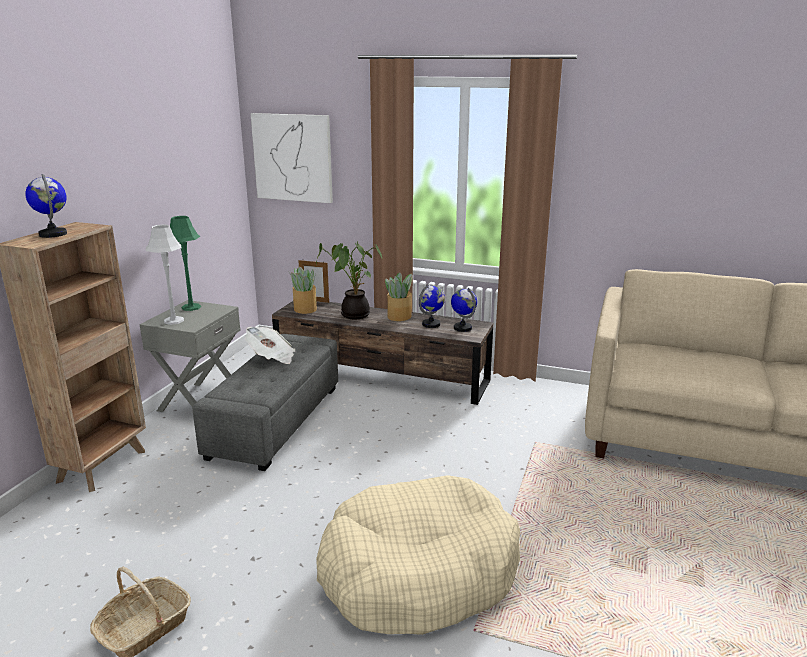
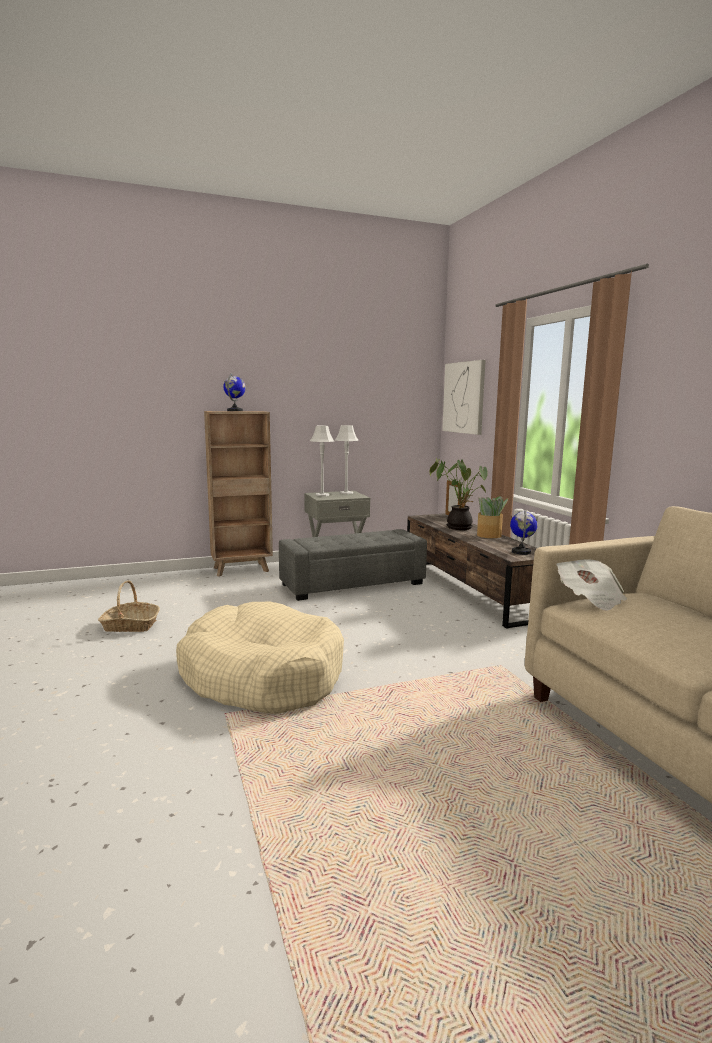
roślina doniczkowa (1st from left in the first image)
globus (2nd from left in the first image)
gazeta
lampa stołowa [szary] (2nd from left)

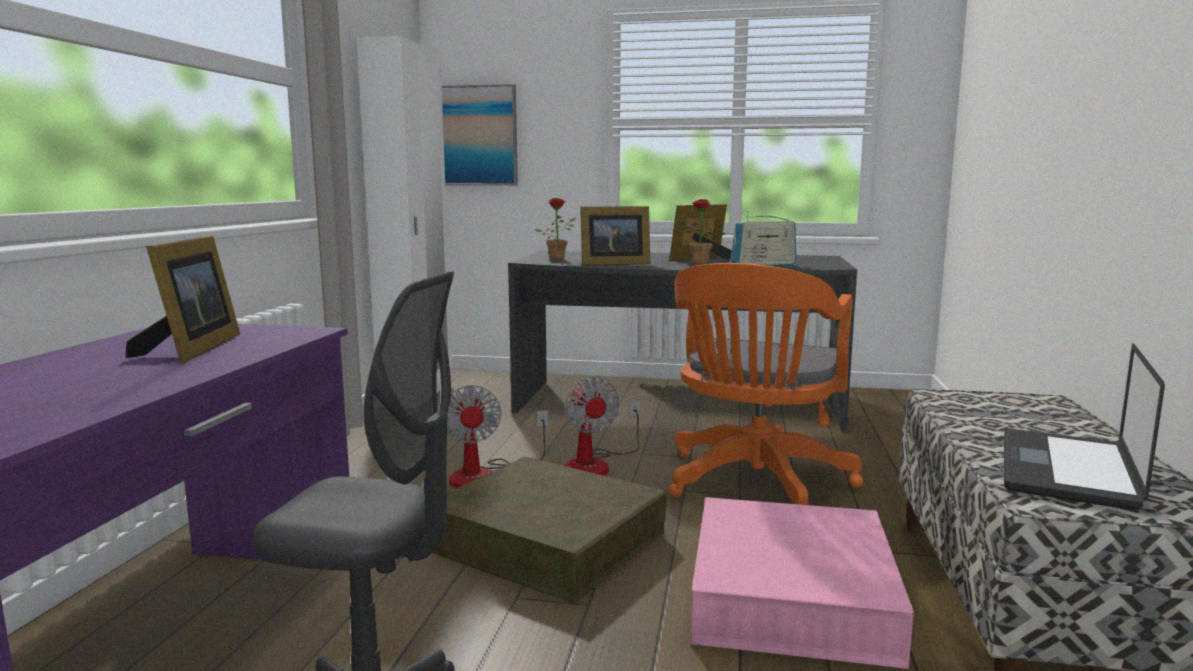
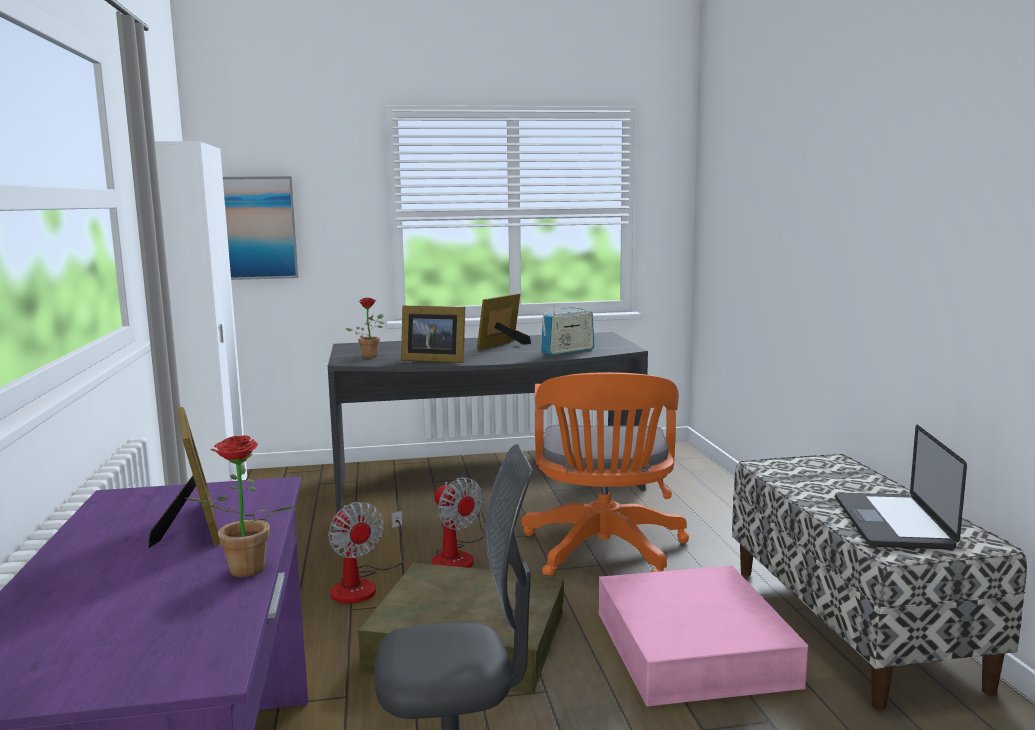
roślina doniczkowa (1st from left)
ramka na zdjęcie (2nd from left)

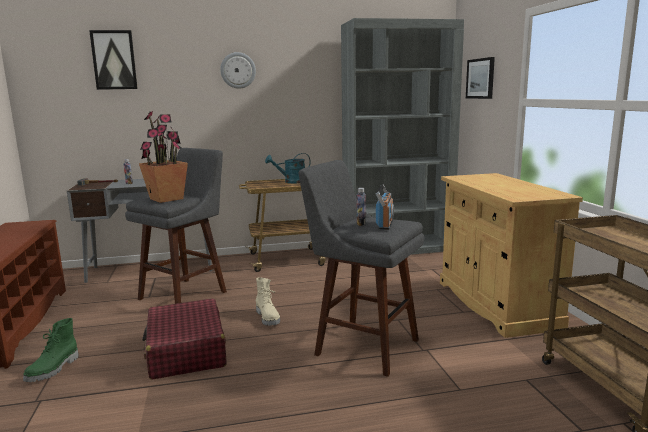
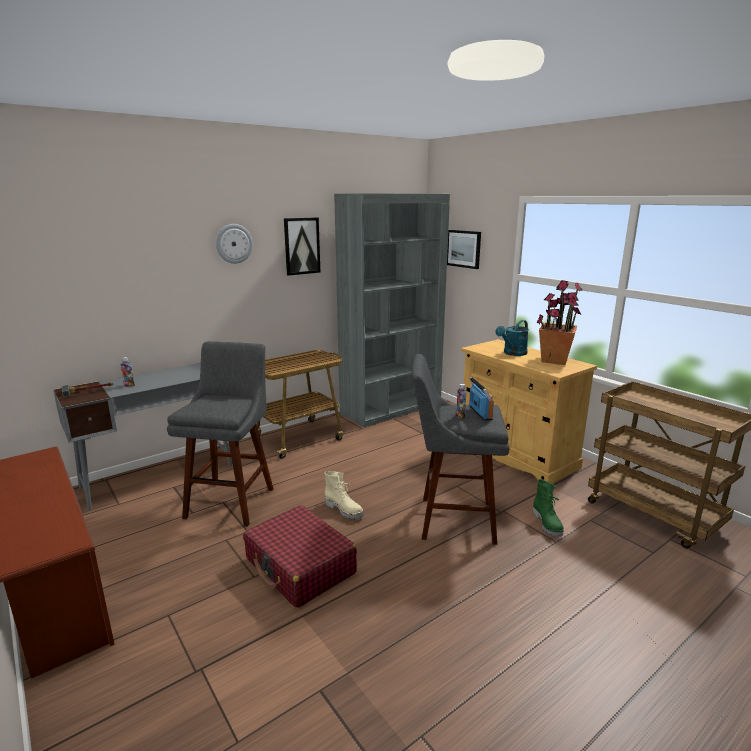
but z cholewką [zielony]
obraz (1st from left)
roślina doniczkowa
konewka [turkusowy]

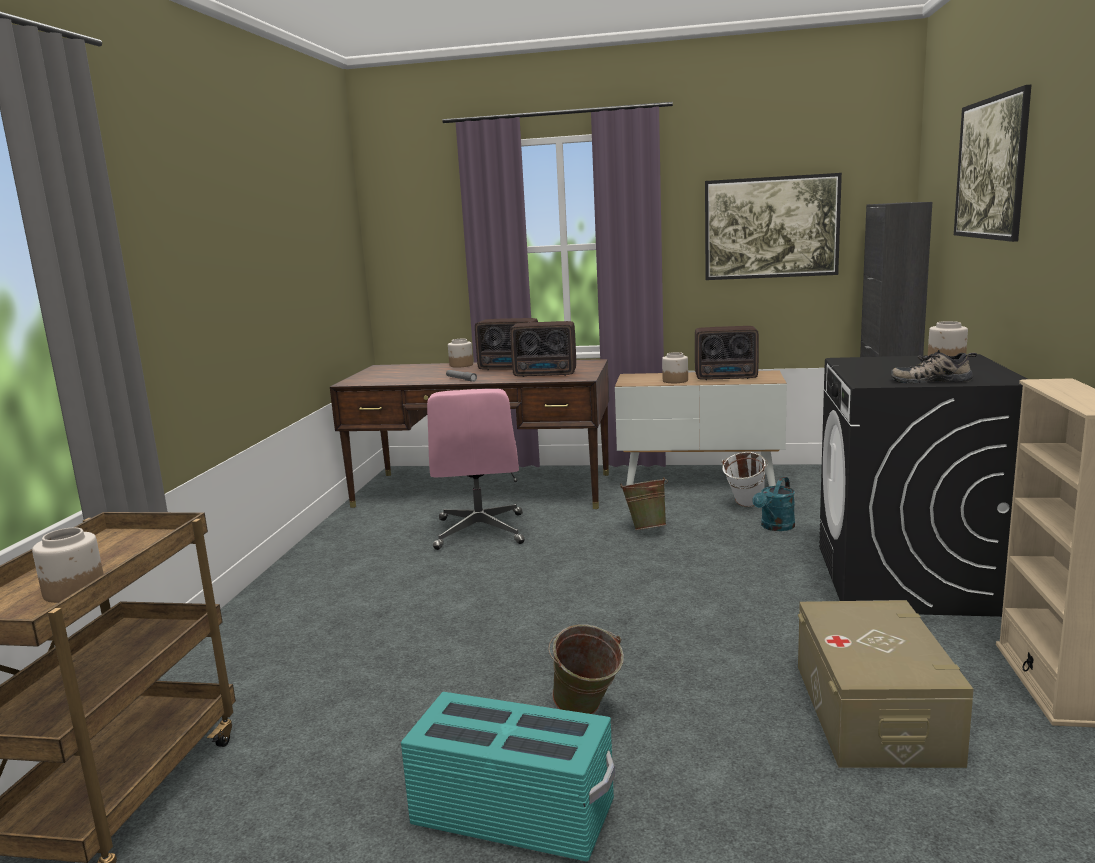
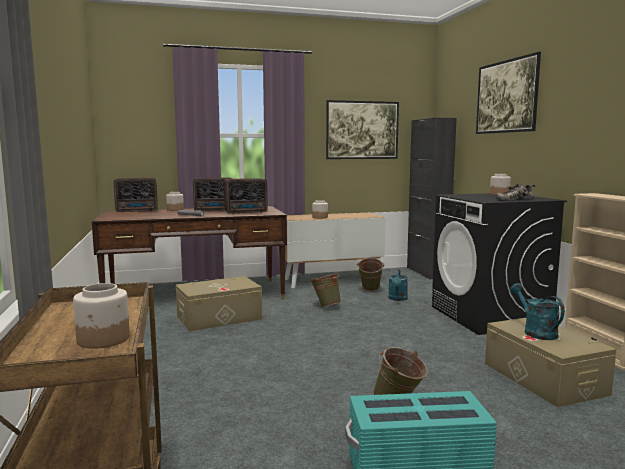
konewka [turkusowy] (2nd from left)
radio (1st from left)
pojemnik do przechowywania [beżowy] (1st from left)
wiadro [zielony] (2nd from left)

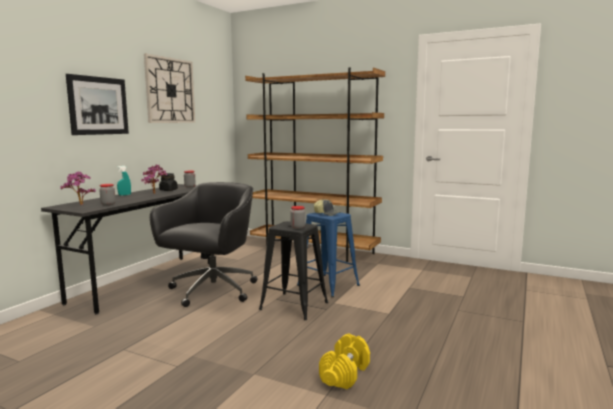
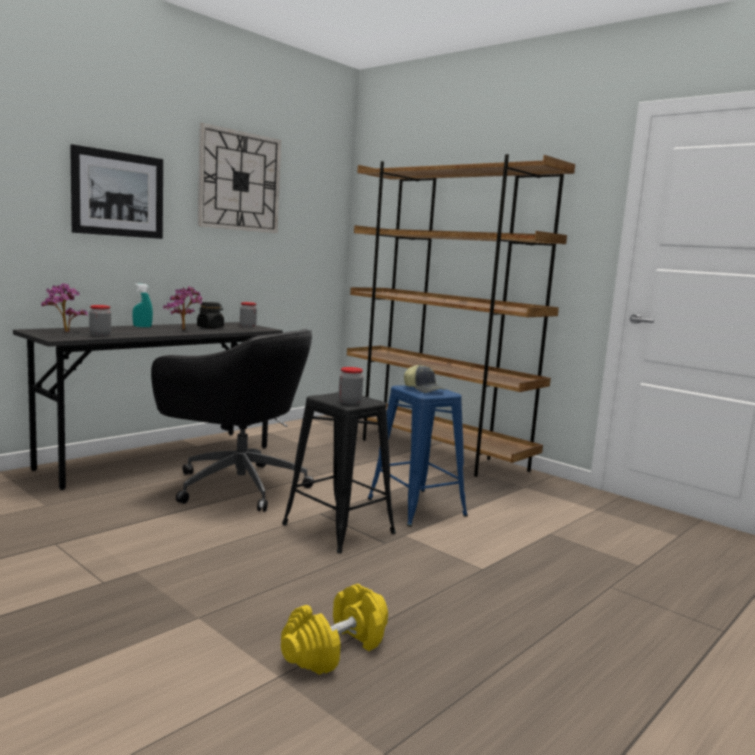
krzesło biurowe [czarny]

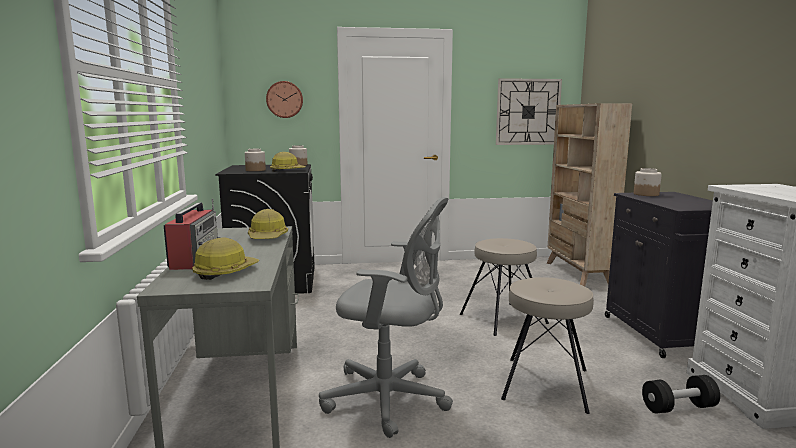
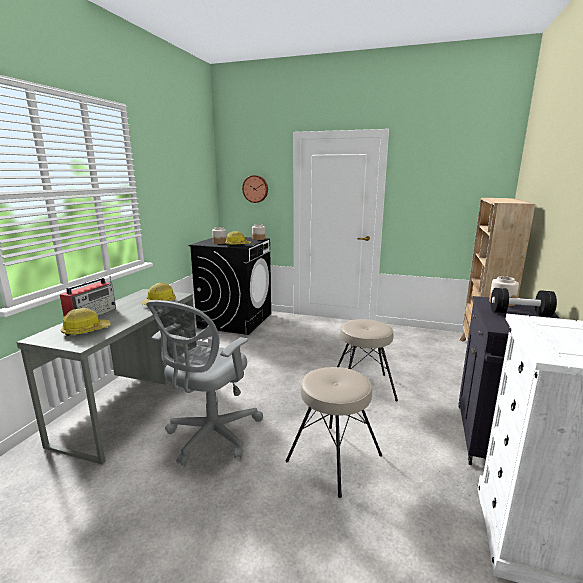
zegar ścienny (2nd from left in the first image)
hantel [czarny]
krzesło biurowe [szary]

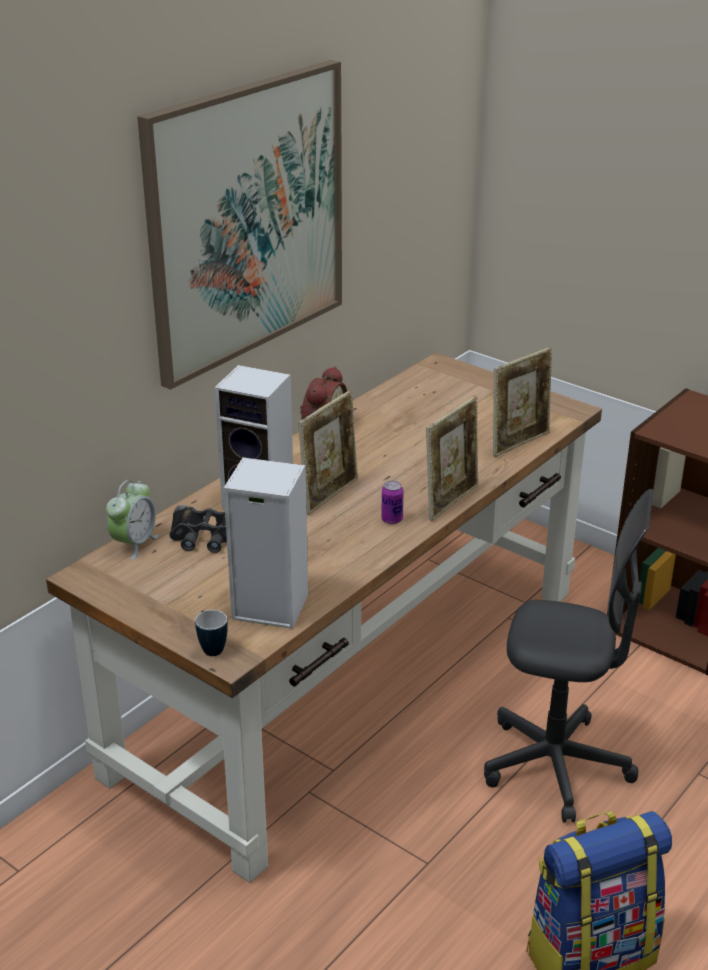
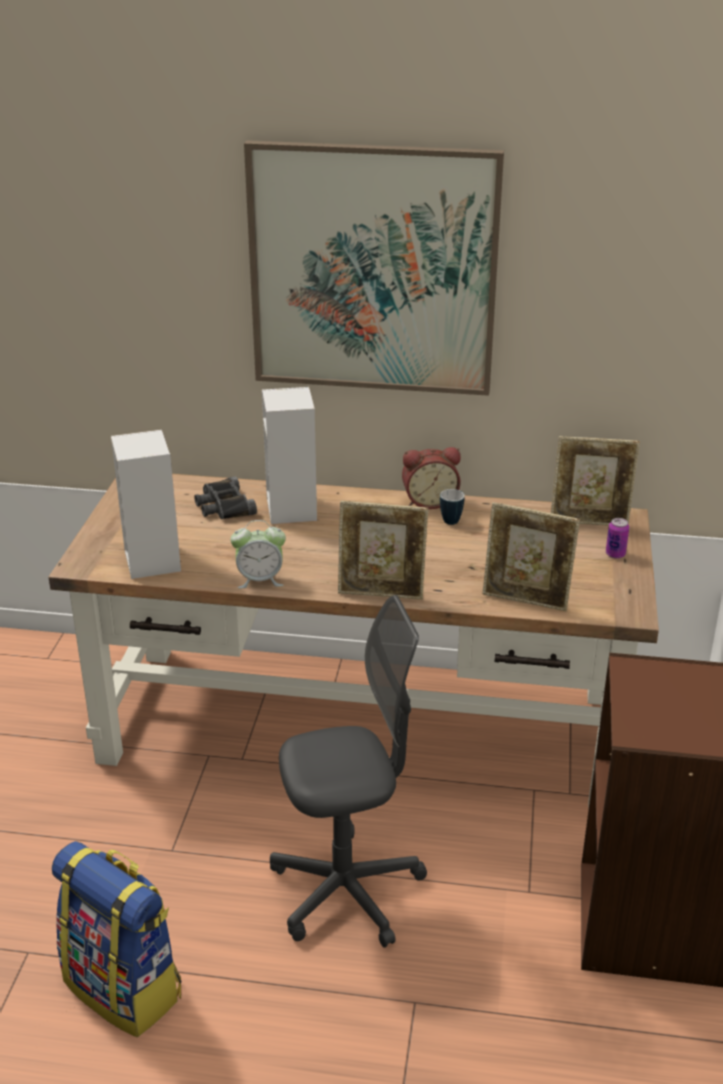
budzik (1st from left)
kubek
ramka na zdjęcie (3rd from left)
puszka
krzesło biurowe [szary]

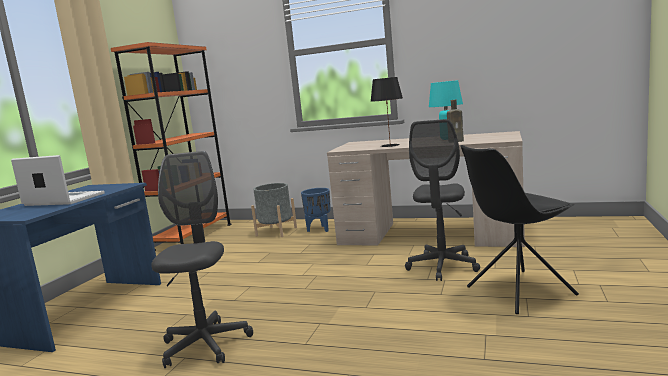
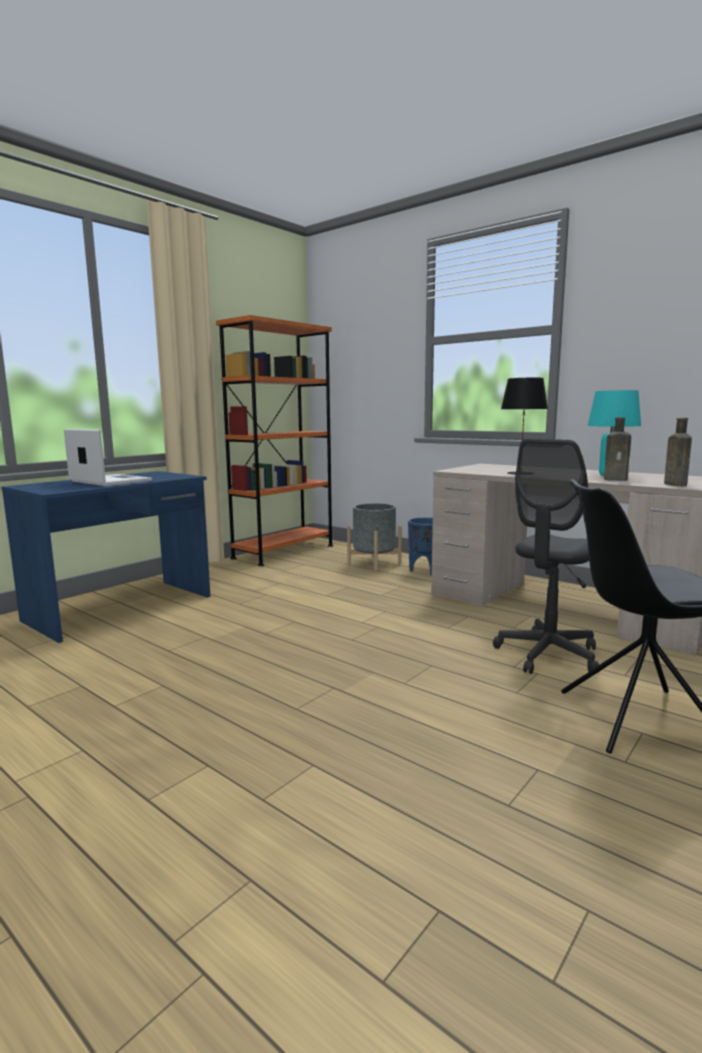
krzesło biurowe [szary] (1st from left in the first image)
butelka [brązowy] (2nd from left)

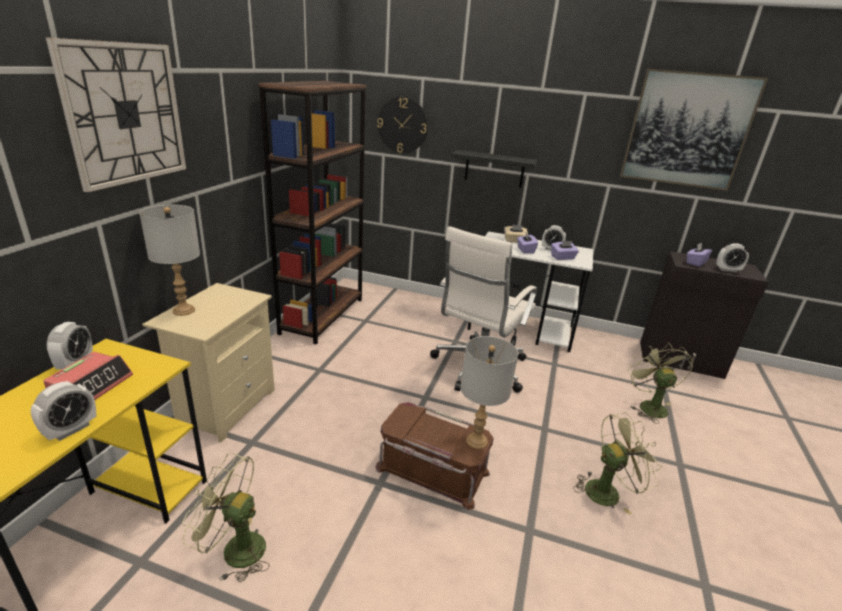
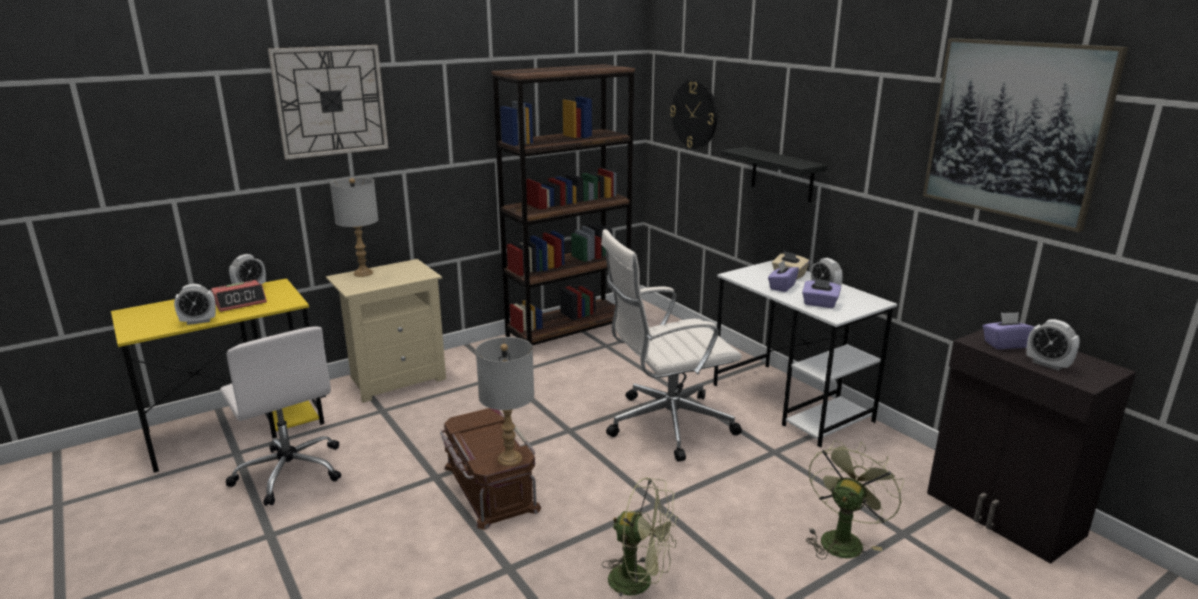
krzesło biurowe [biały] (1st from left)

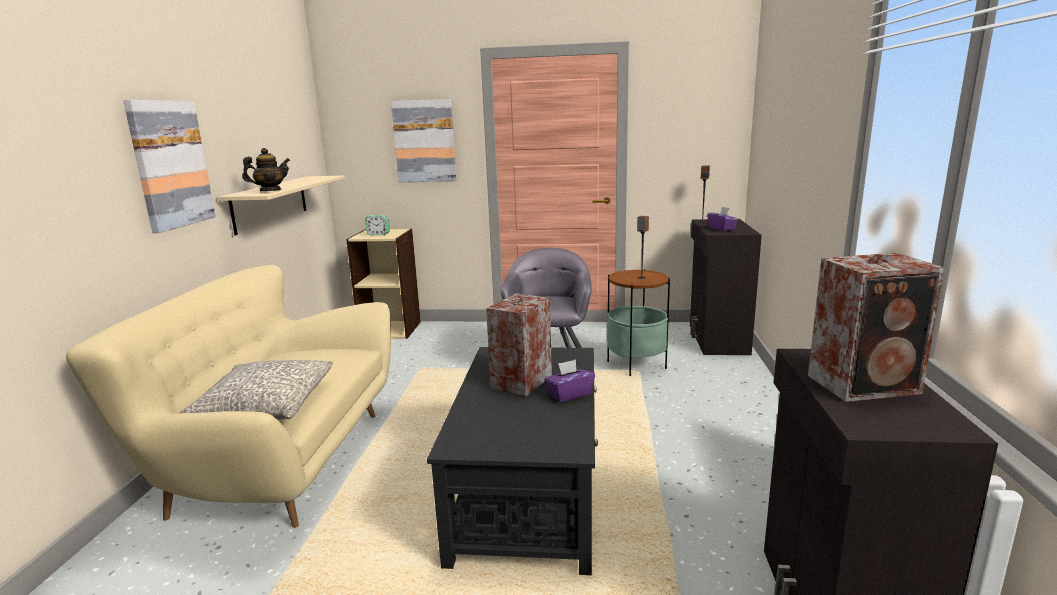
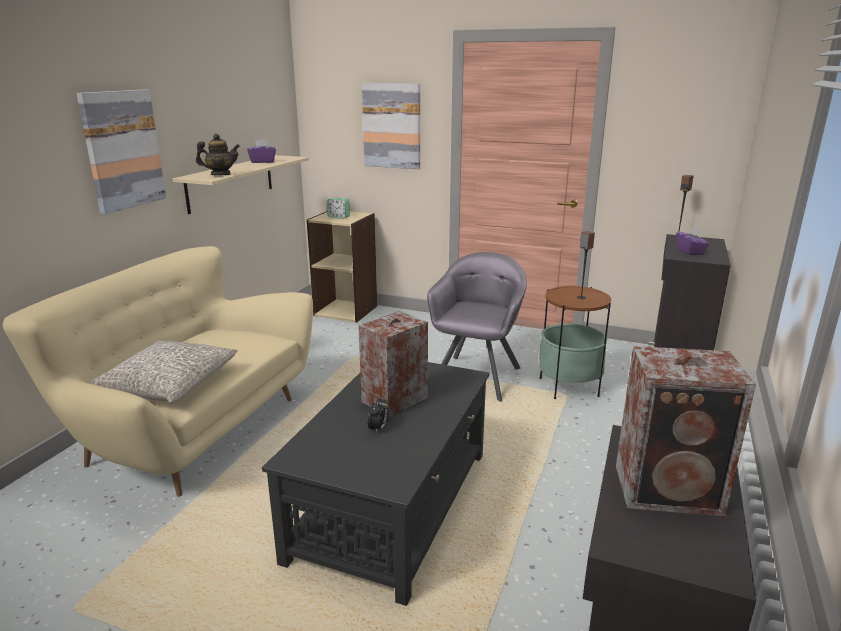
budzik (2nd from left)
pudełko chusteczek [fioletowy] (1st from left)

